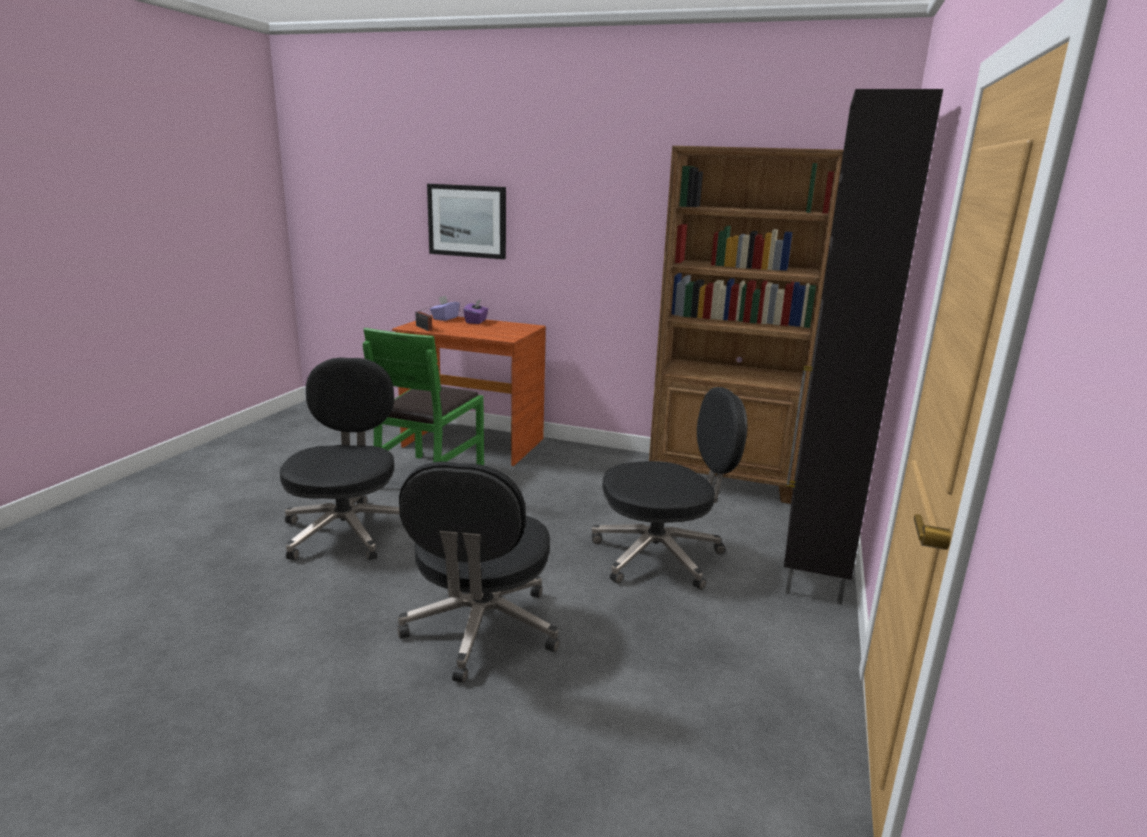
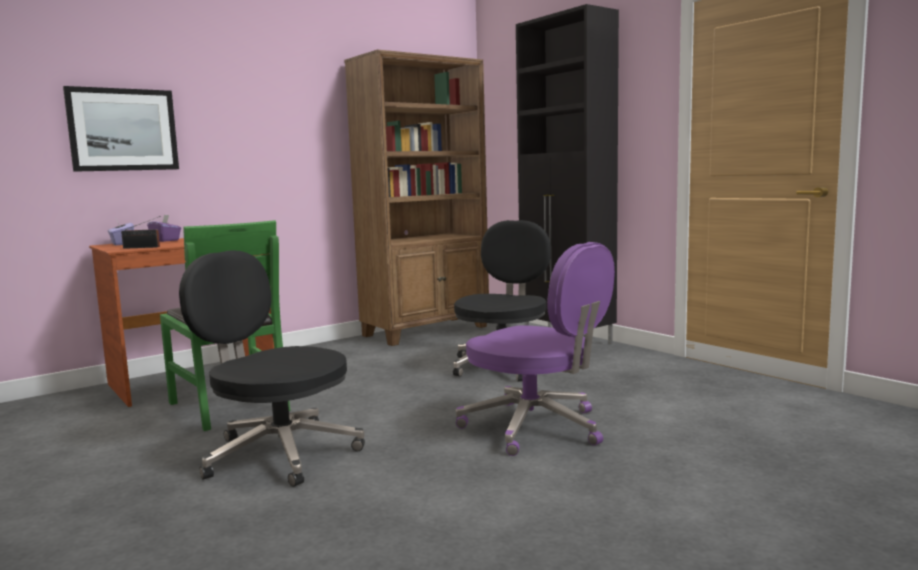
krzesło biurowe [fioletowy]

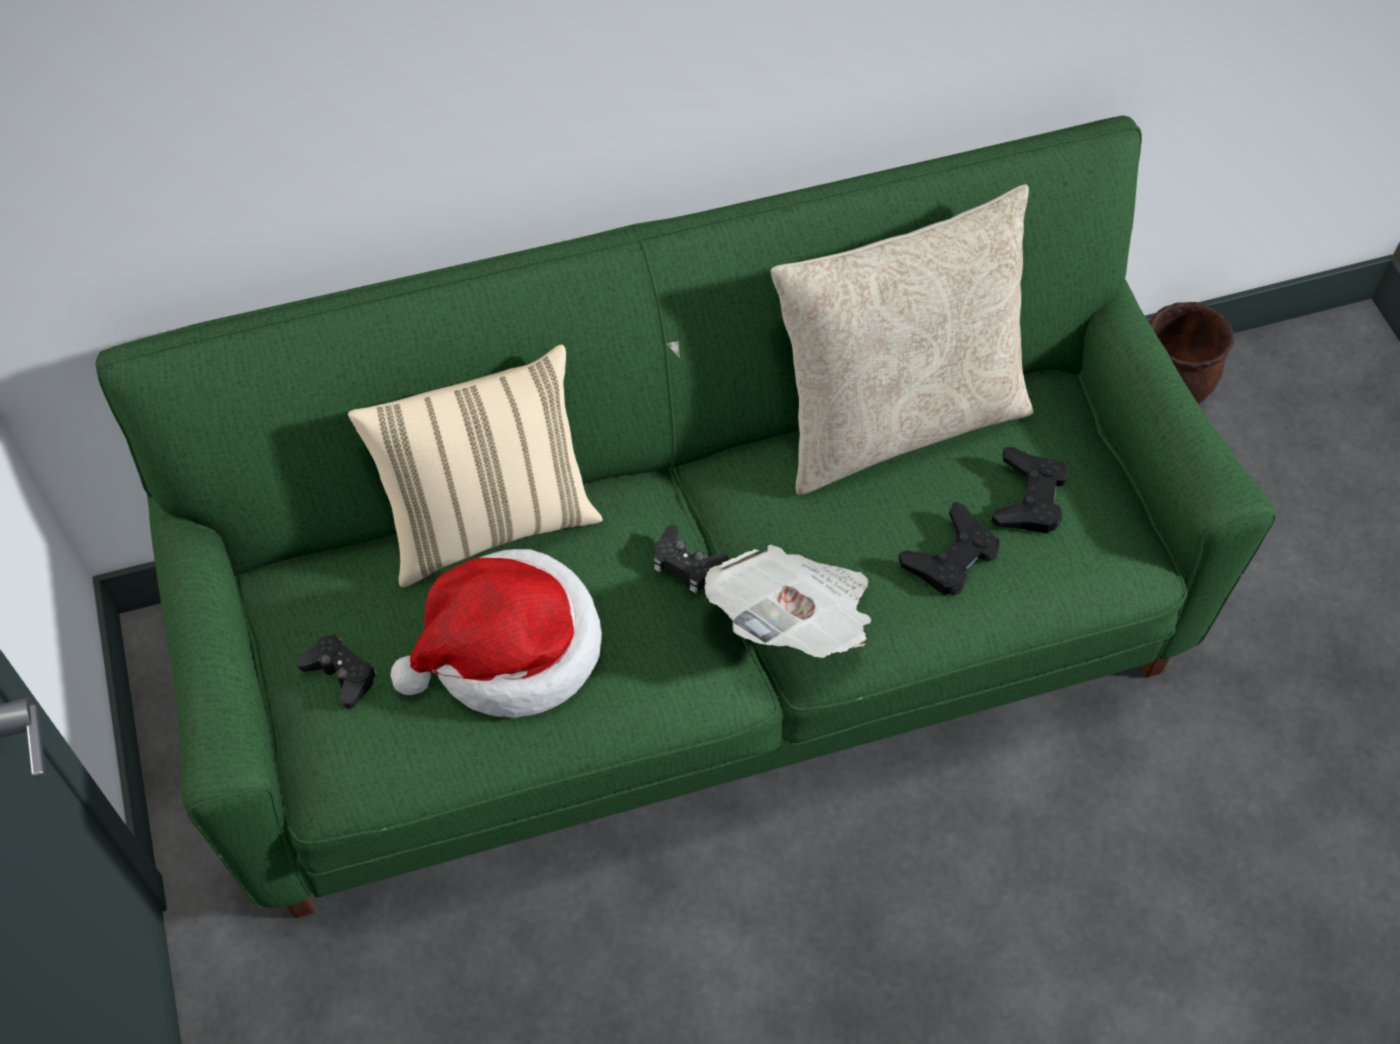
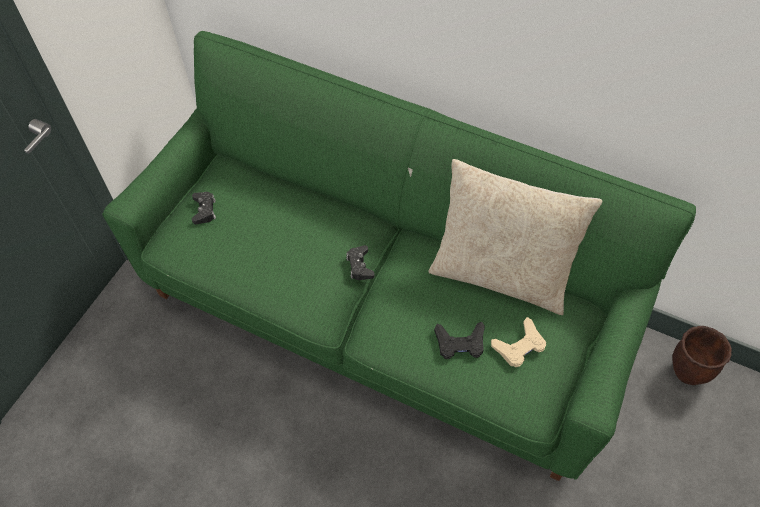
poduszka [beżowy] (1st from left in the first image)
kapelusz
gazeta
pad do gier [beżowy]

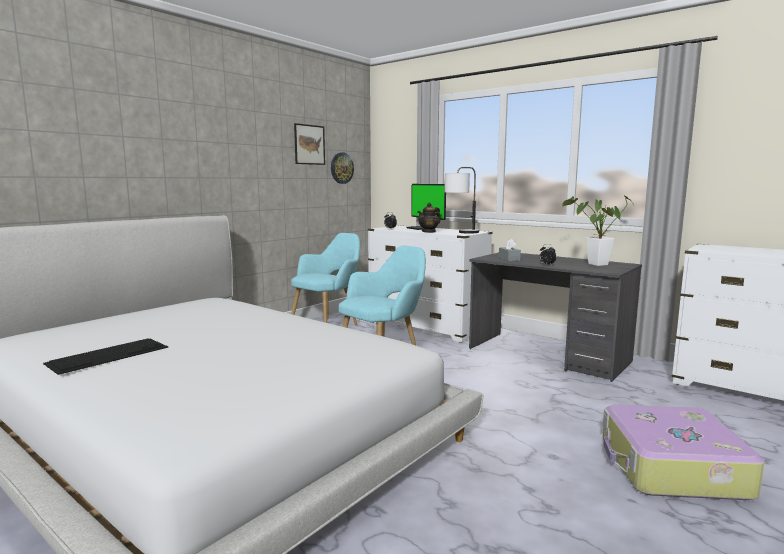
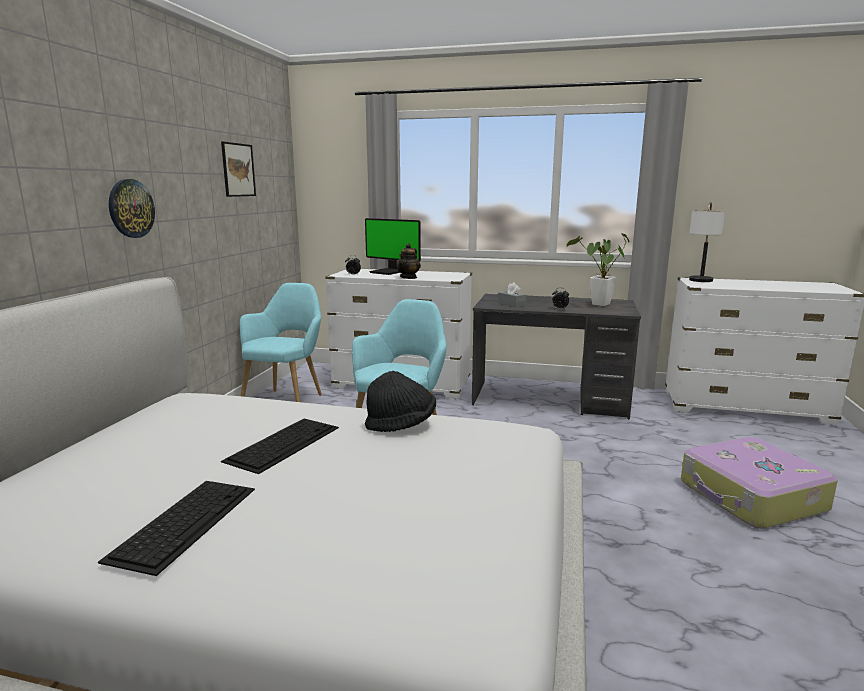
klawiatura (2nd from left)
kapelusz [czarny]
zegar ścienny
lampa stołowa

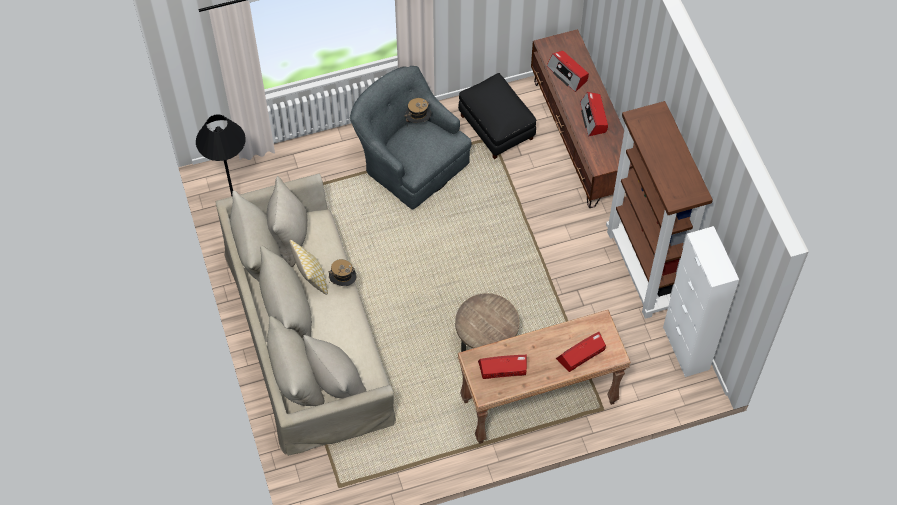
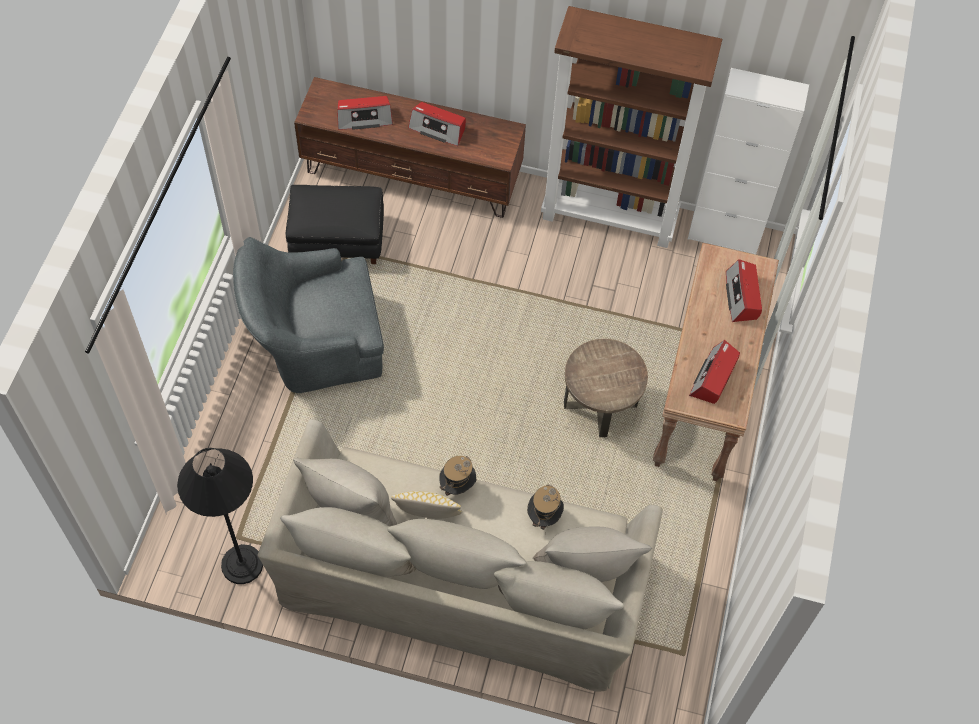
kapelusz (2nd from left)

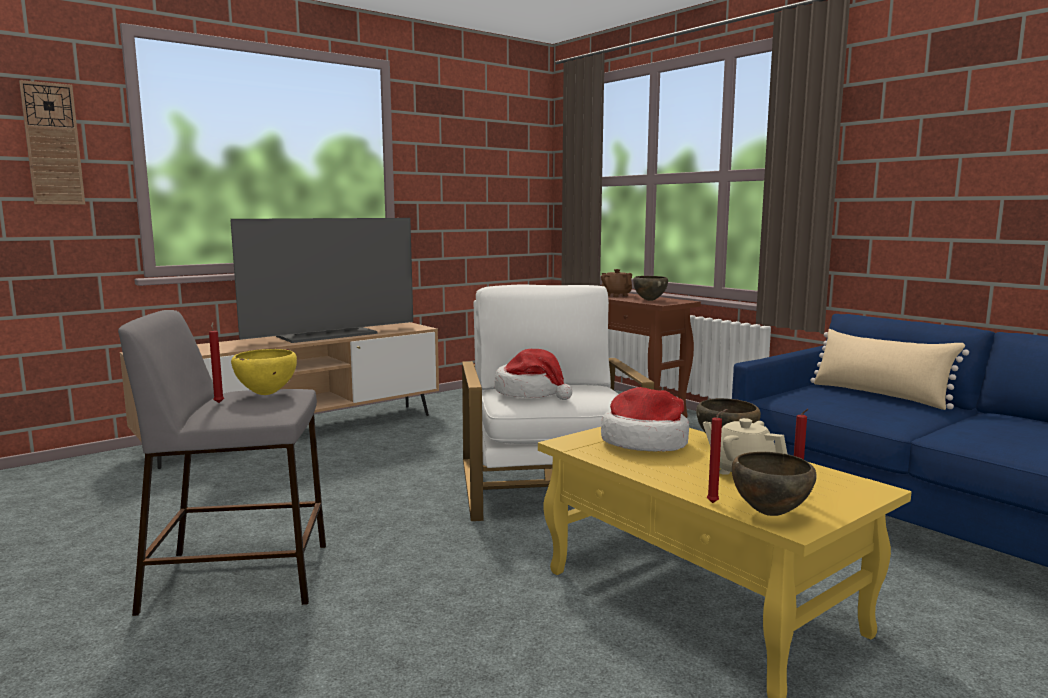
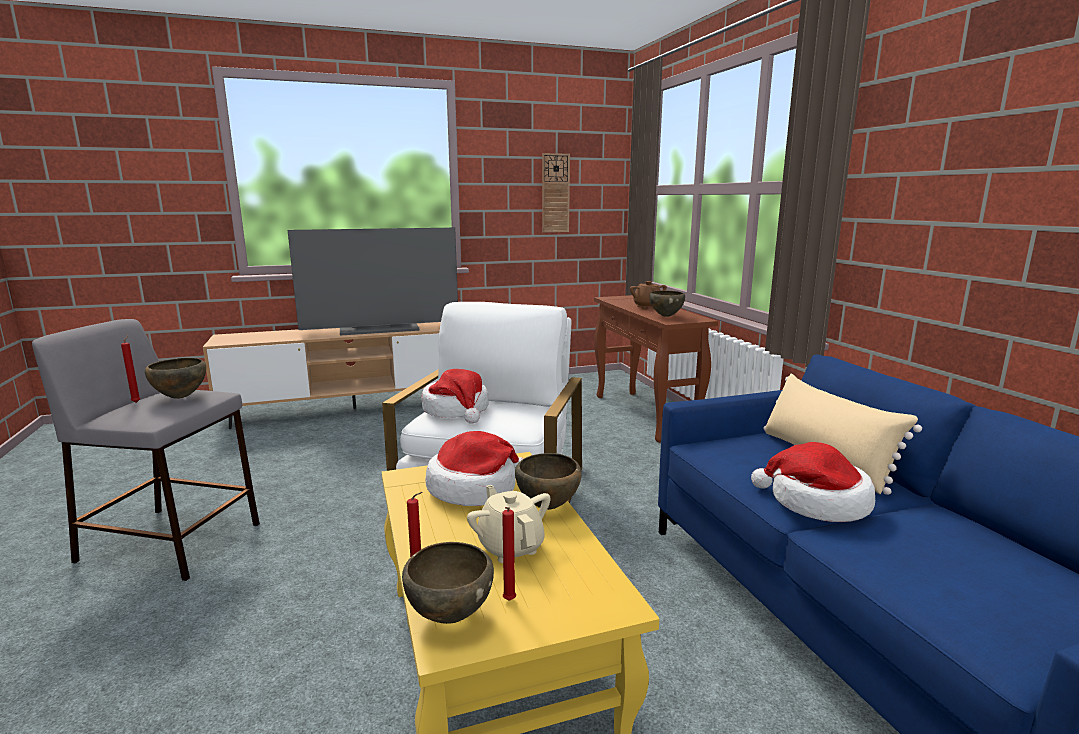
kapelusz (3rd from left)
zegar ścienny
miska [brązowy] (1st from left)

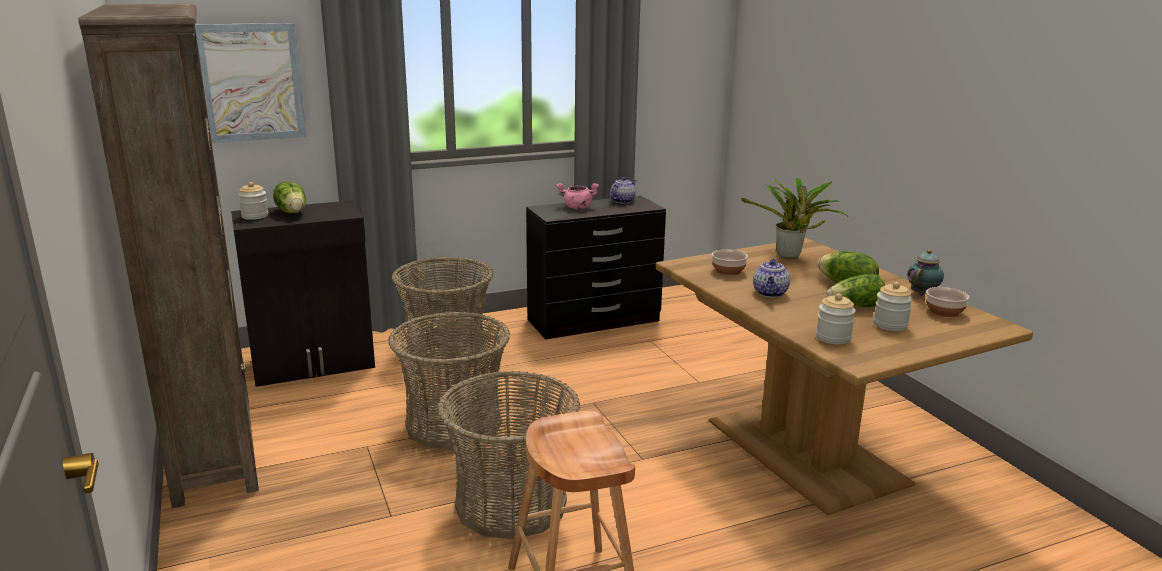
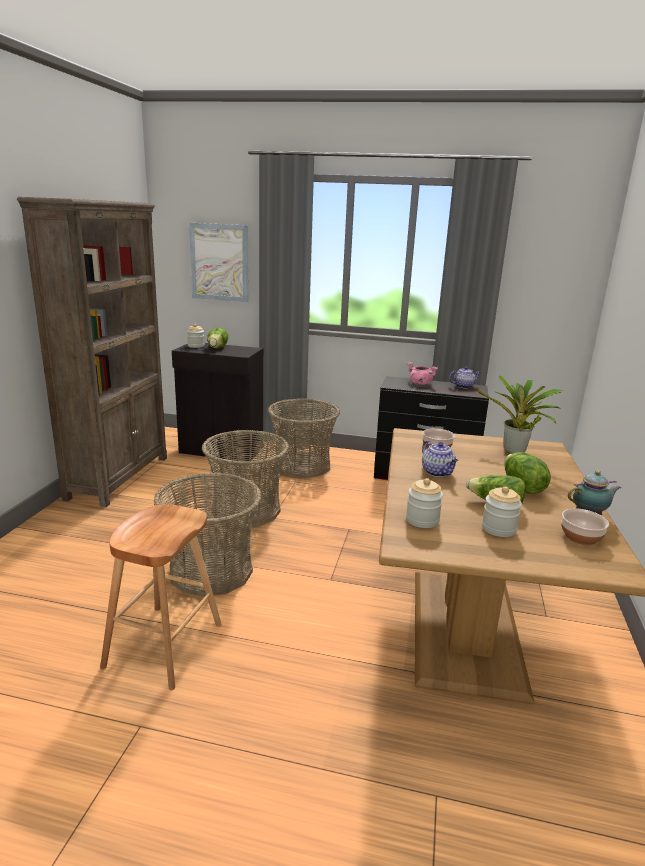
imbryk (1st from left)

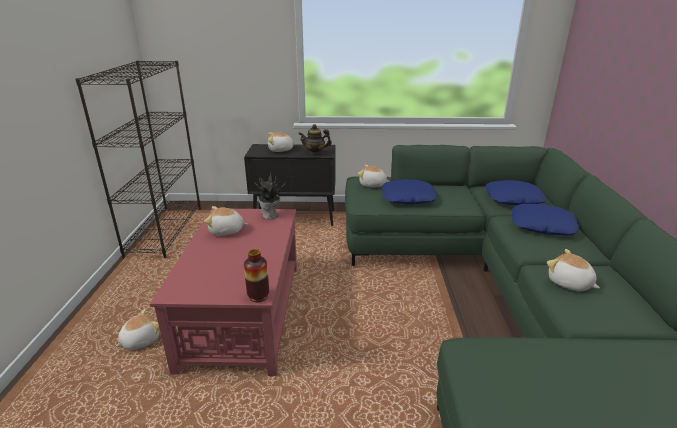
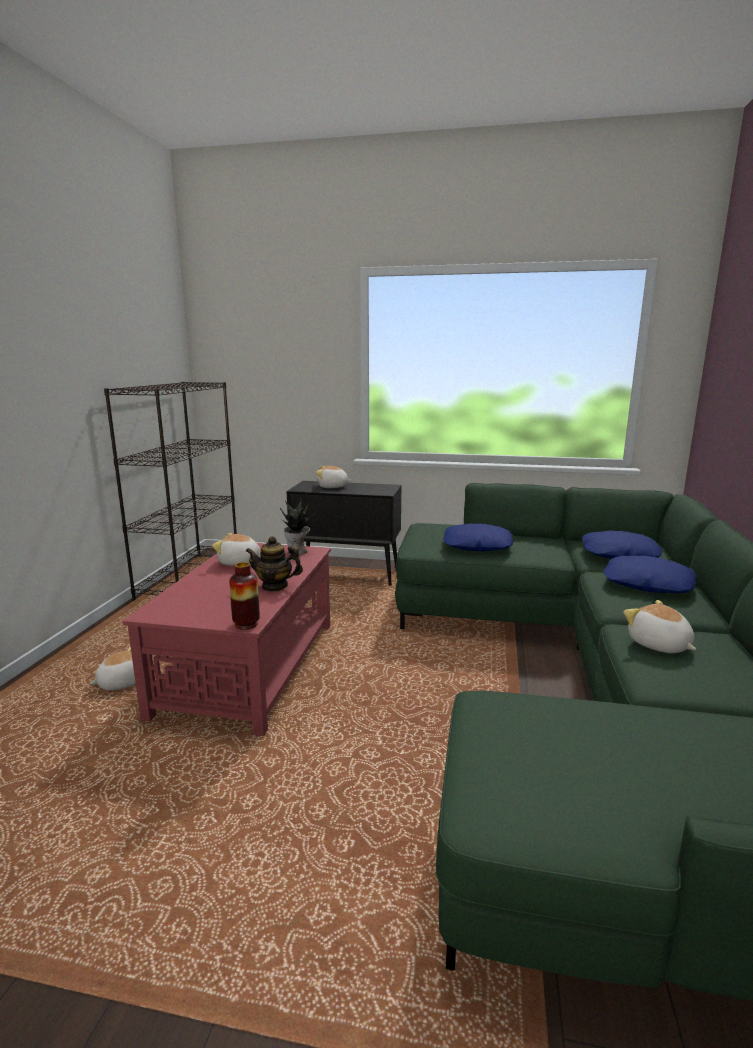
pluszak (4th from left in the first image)
imbryk

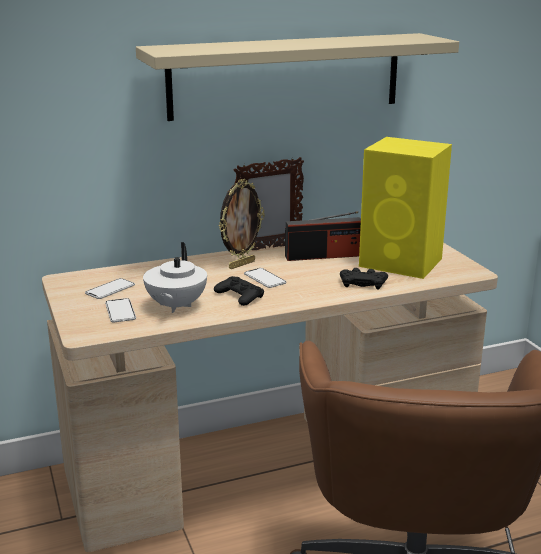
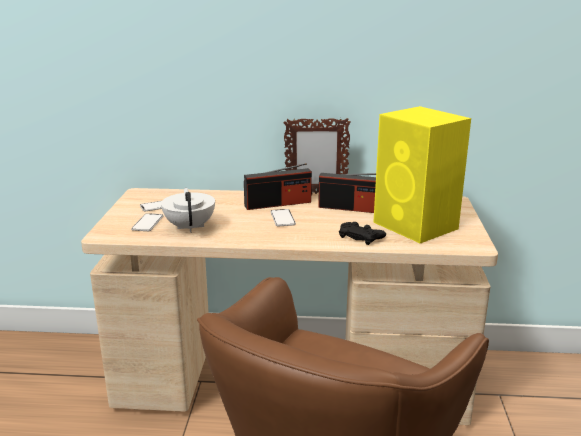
półka [beżowy]
pad do gier [czarny] (1st from left in the first image)
radio (1st from left)
imbryk [biały]

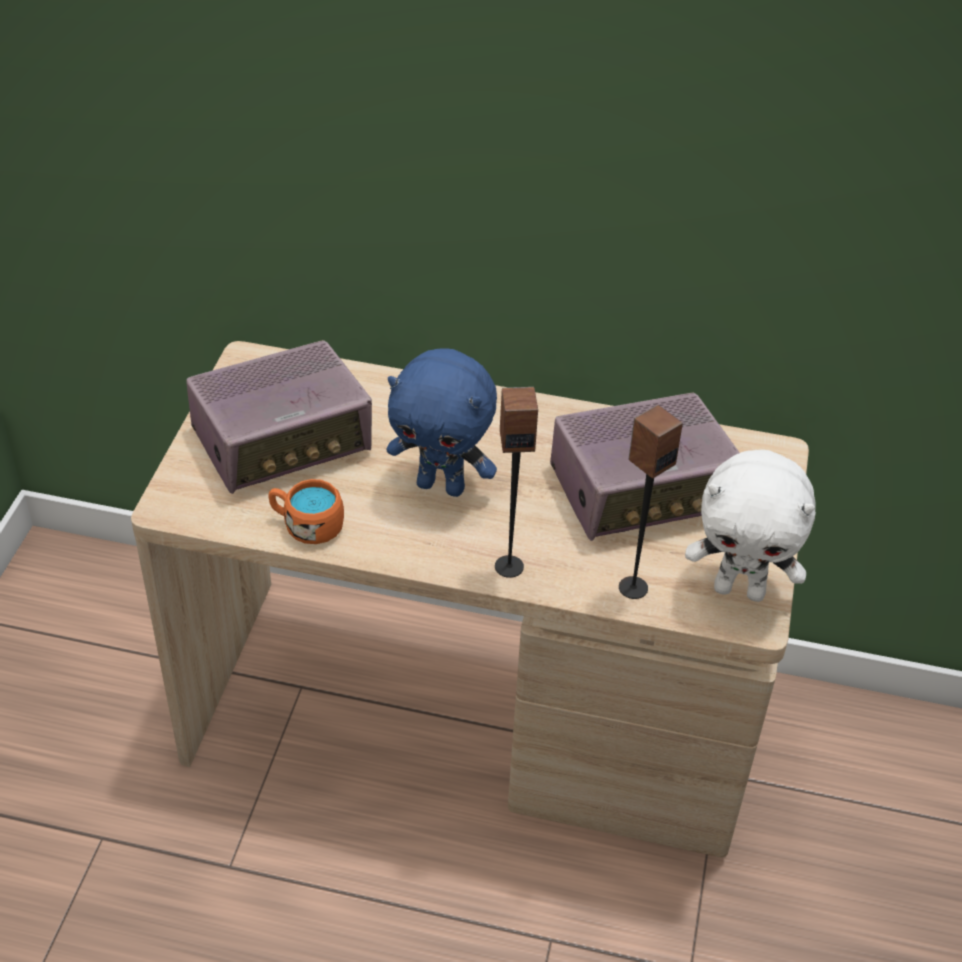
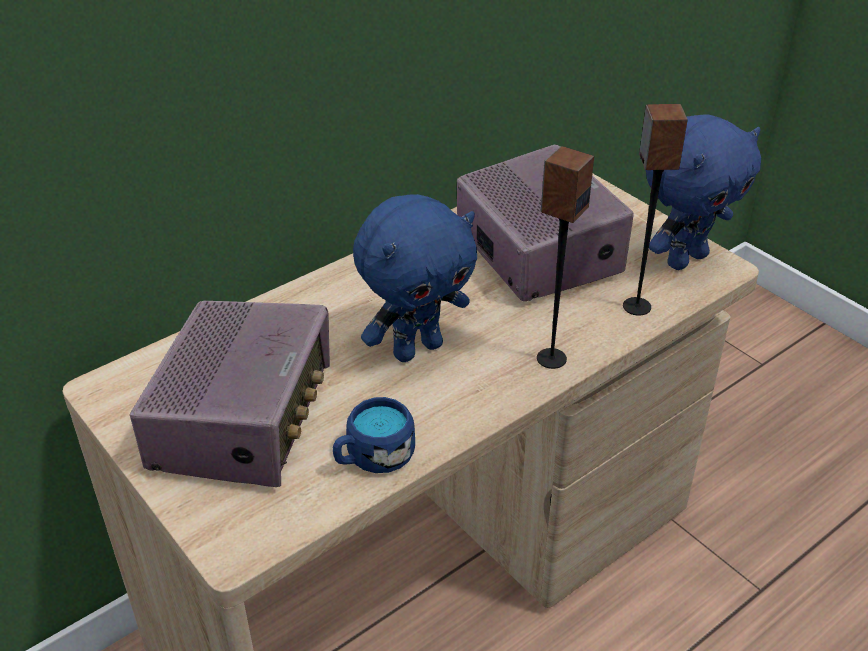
kubek [niebieski]
pluszak [niebieski] (2nd from left)
radio (2nd from left)

